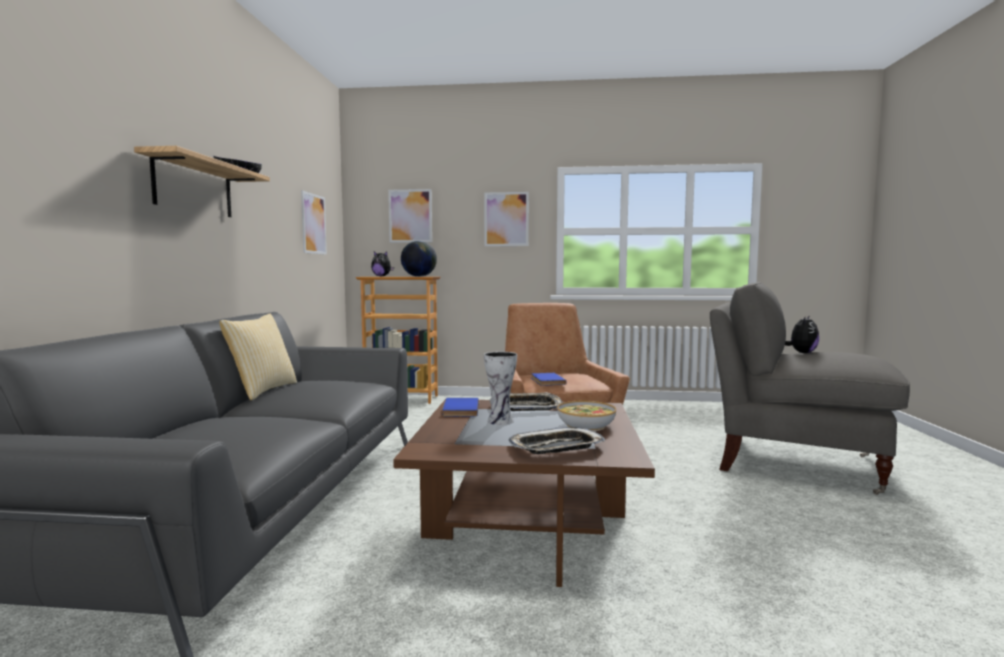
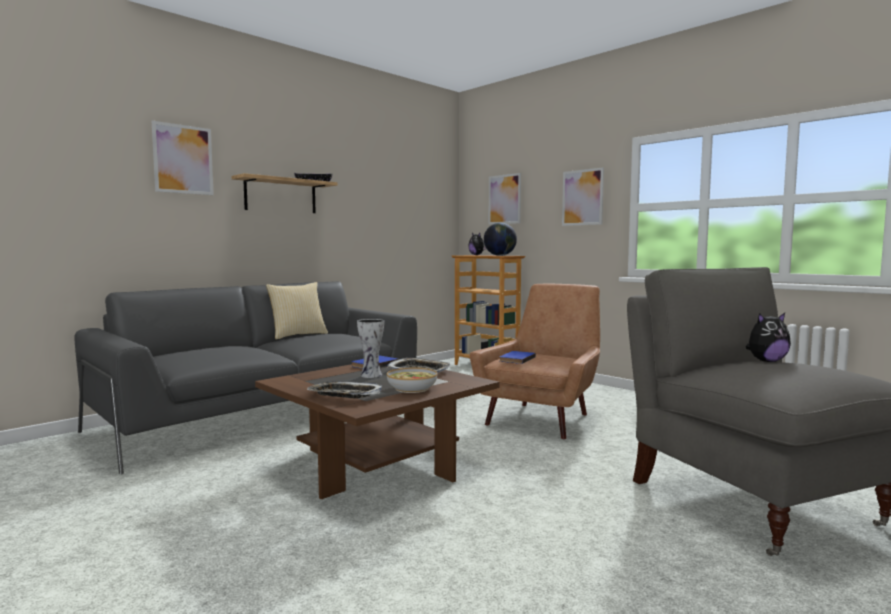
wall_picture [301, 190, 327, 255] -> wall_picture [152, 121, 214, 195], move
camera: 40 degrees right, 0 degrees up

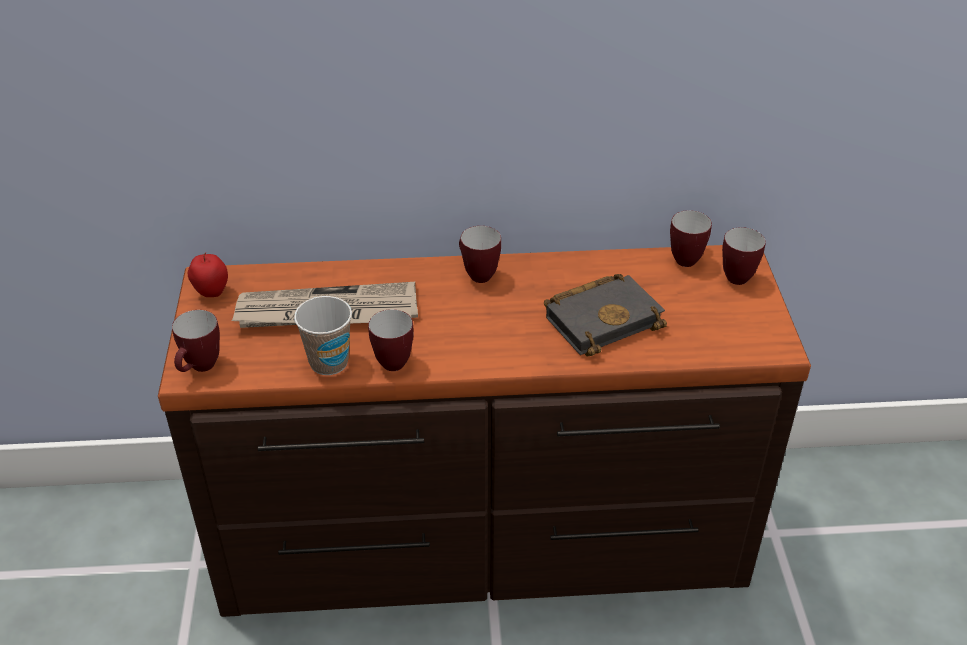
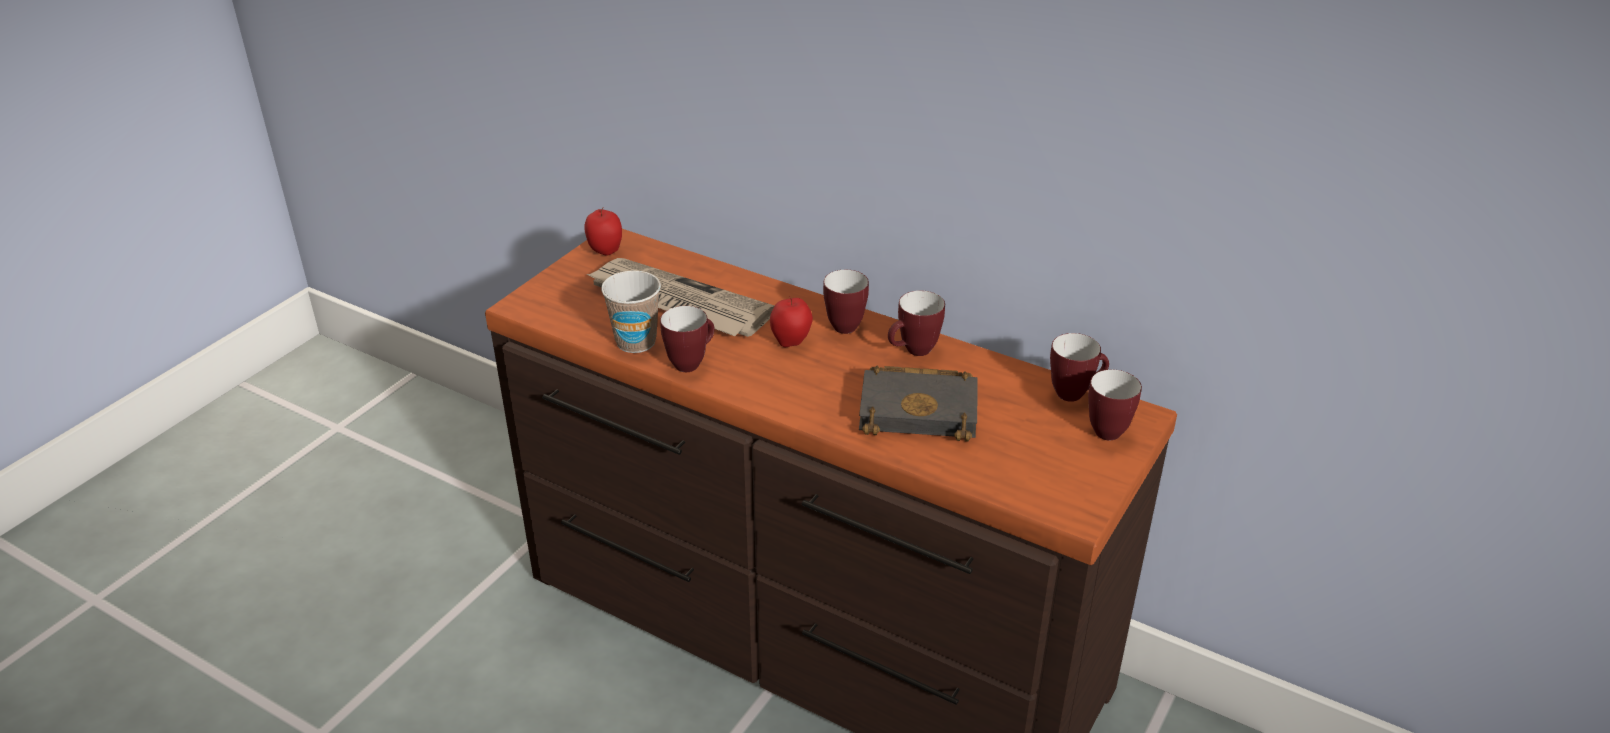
none -> whole_apple [770, 297, 813, 347]
coffee_mug [172, 310, 220, 372] -> coffee_mug [888, 290, 945, 356], move
camera: 35 degrees right, 5 degrees down

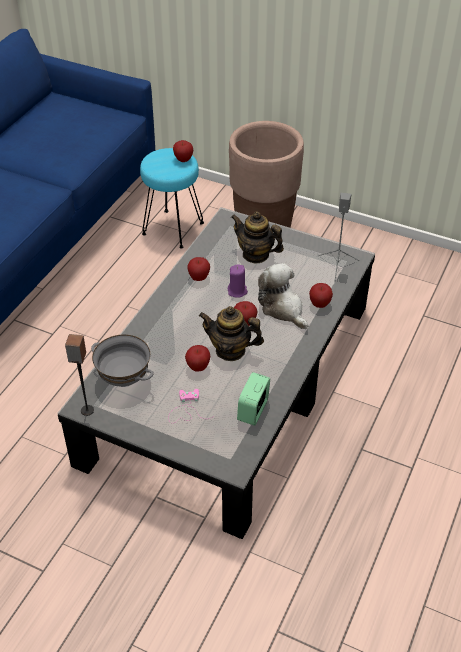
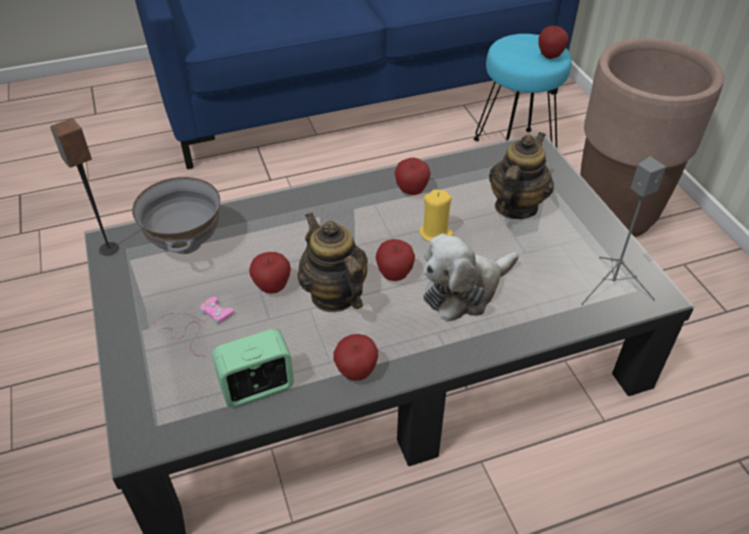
whole_apple [309, 283, 333, 308] -> whole_apple [333, 334, 378, 381], move
purple-coloured_wax_light [228, 264, 248, 298] -> yellow_wax_light [419, 189, 453, 242]
pot_for_tea [231, 211, 284, 263] -> pot_for_tea [489, 132, 554, 219], 45 degrees clockwise
plush_toy [258, 263, 308, 329] -> plush_toy [423, 234, 519, 321], 135 degrees counterclockwise
camera: 45 degrees right, 0 degrees up

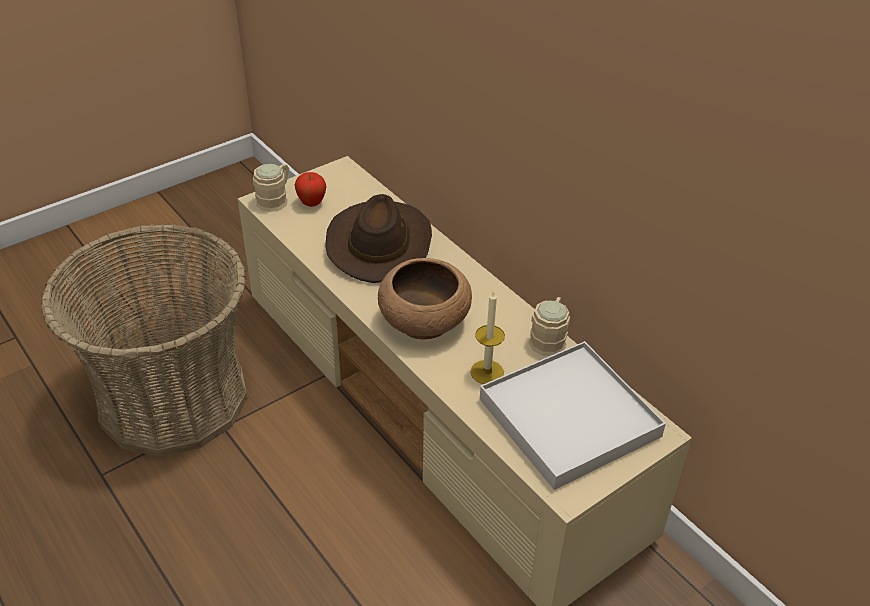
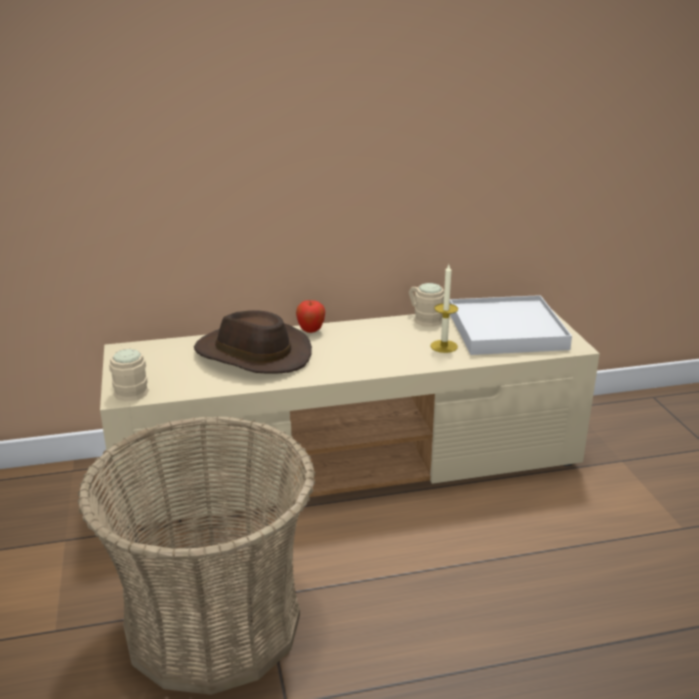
brown_serving_bowl [378, 258, 472, 340] -> none
whole_apple [295, 172, 326, 207] -> whole_apple [296, 300, 325, 333], move
camera: 65 degrees left, 15 degrees down

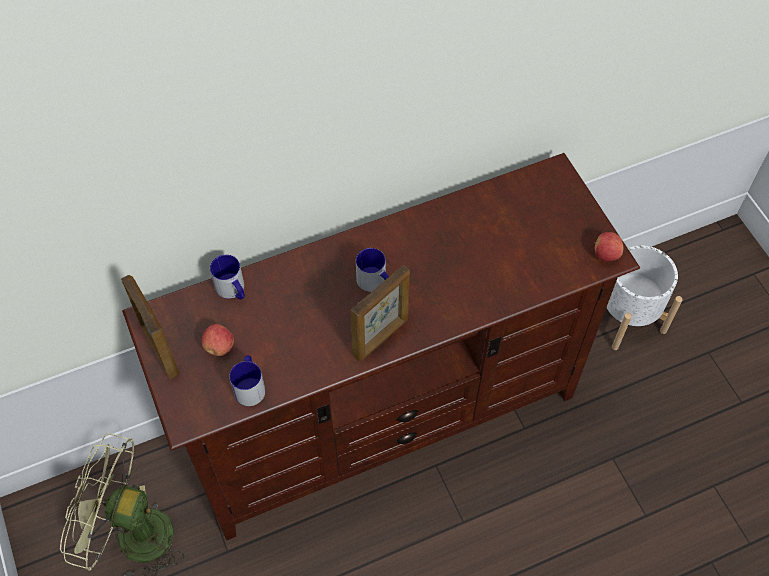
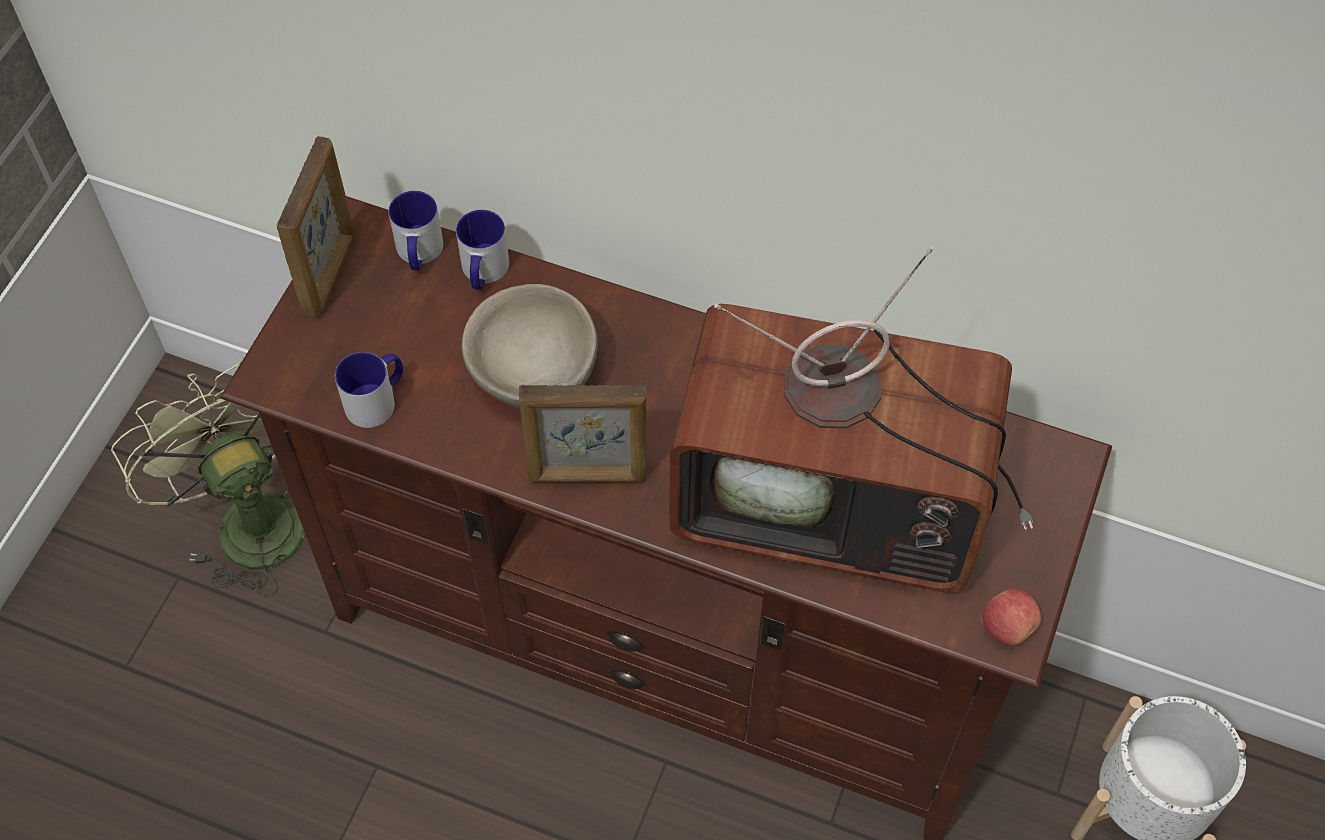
whole_apple [201, 324, 234, 356] -> none
none -> beige_serving_bowl [462, 284, 598, 408]
none -> TV [669, 246, 1034, 593]
coffee_mug [356, 248, 389, 292] -> coffee_mug [388, 191, 444, 270], move
camera: 45 degrees right, 0 degrees up

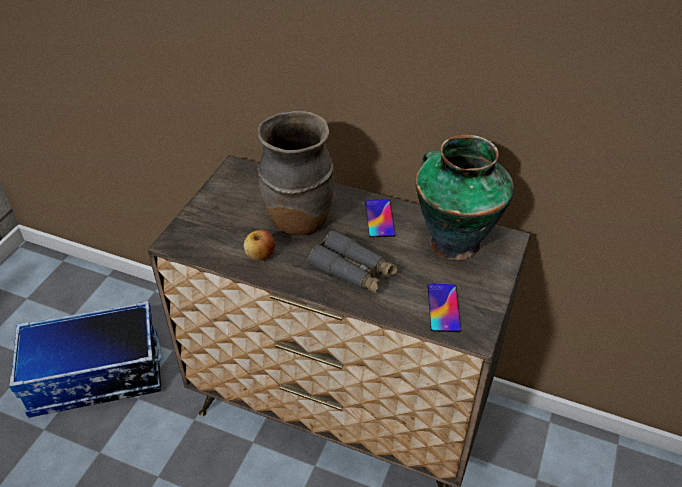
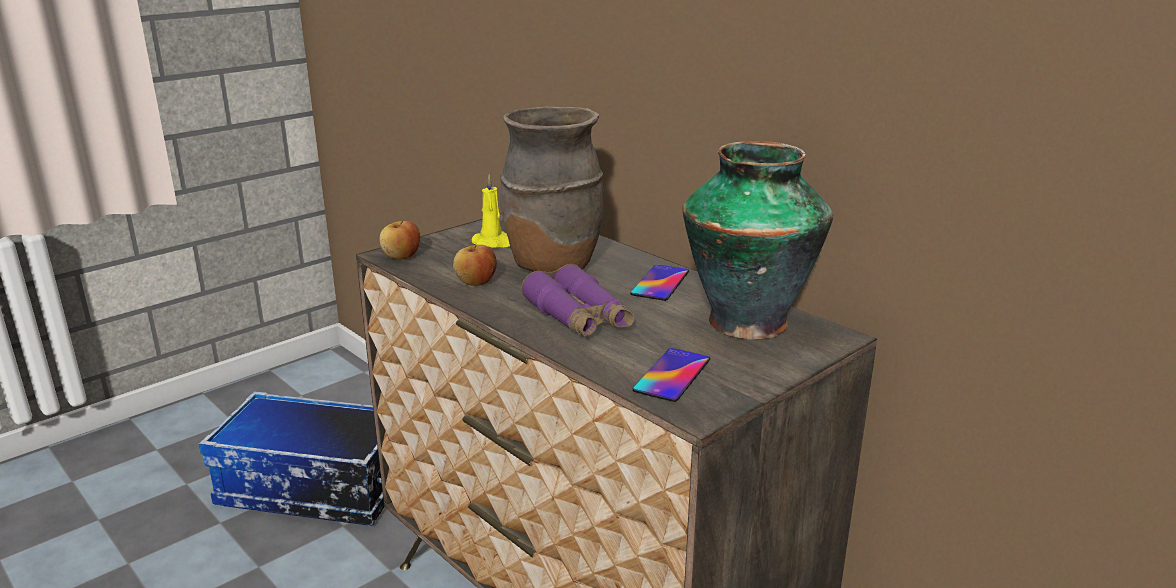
none -> whole_apple [380, 221, 420, 259]
none -> yellow_wax_light [472, 174, 510, 248]
grey_binoculars [308, 230, 398, 294] -> purple-coloured_binoculars [521, 264, 634, 337]
camera: 25 degrees right, 20 degrees down

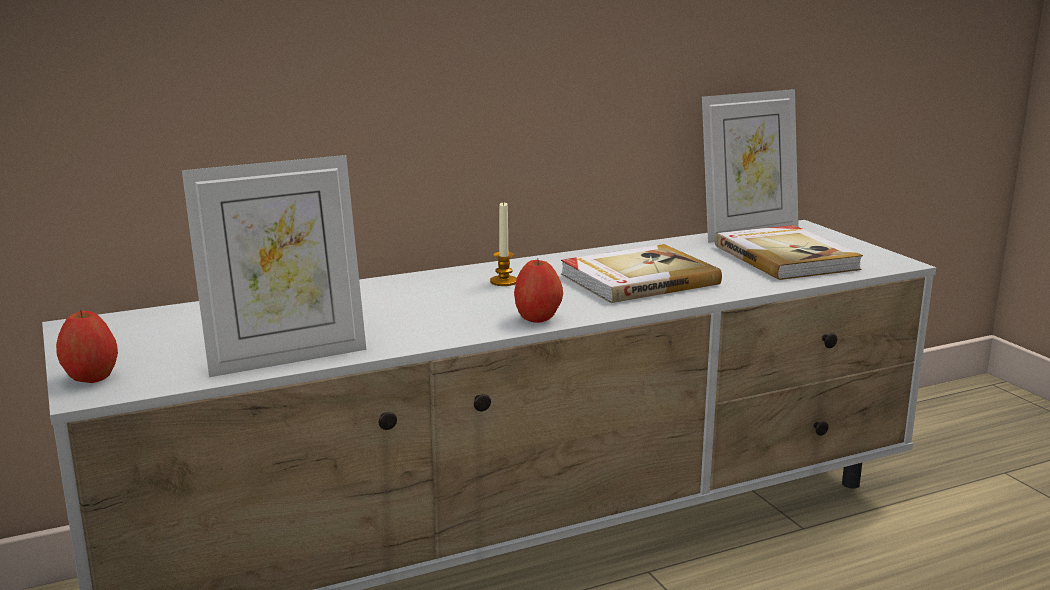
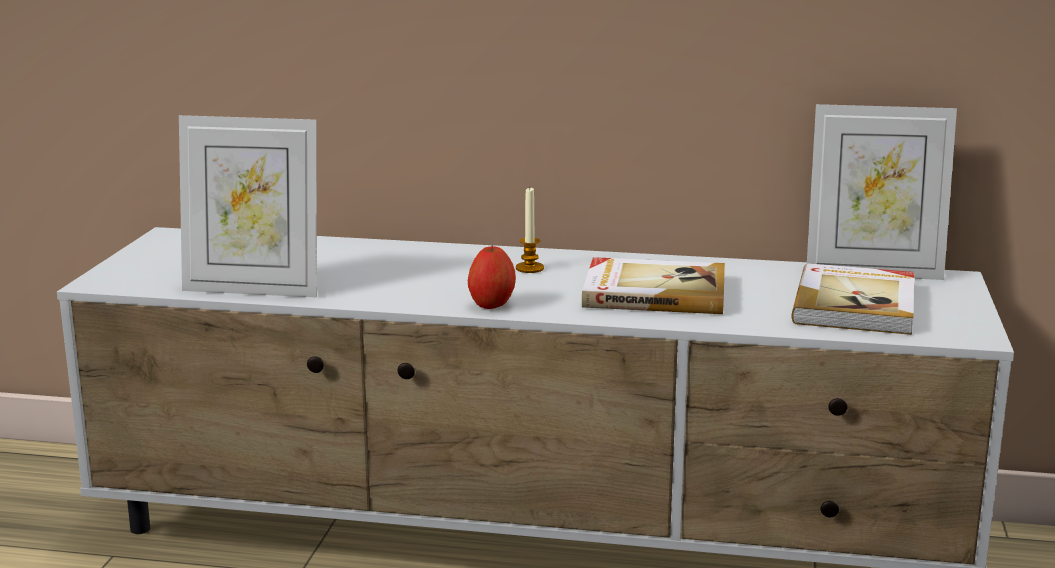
whole_apple [56, 310, 118, 383] -> none
camera: 35 degrees right, 0 degrees up

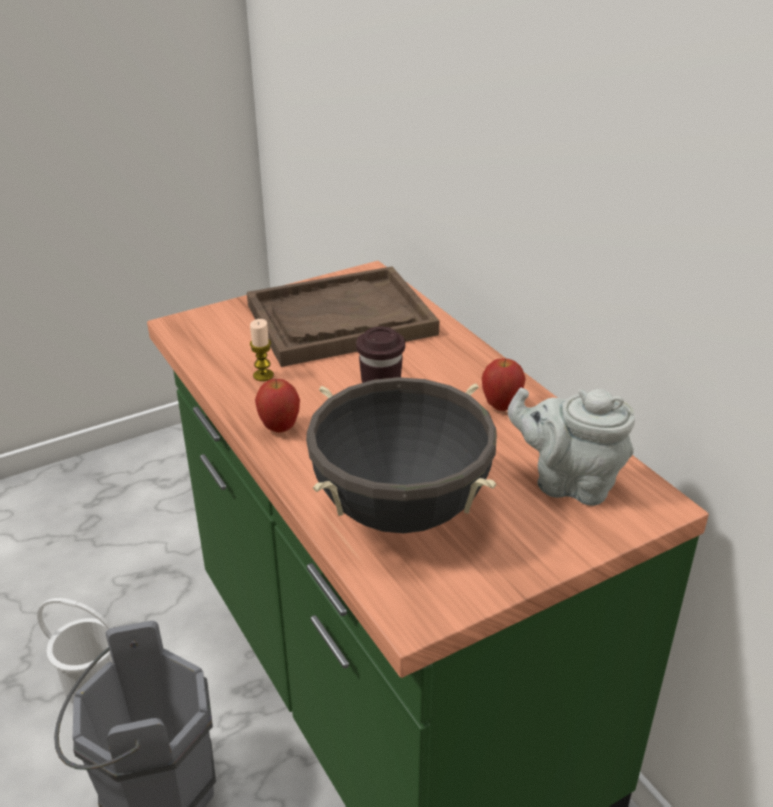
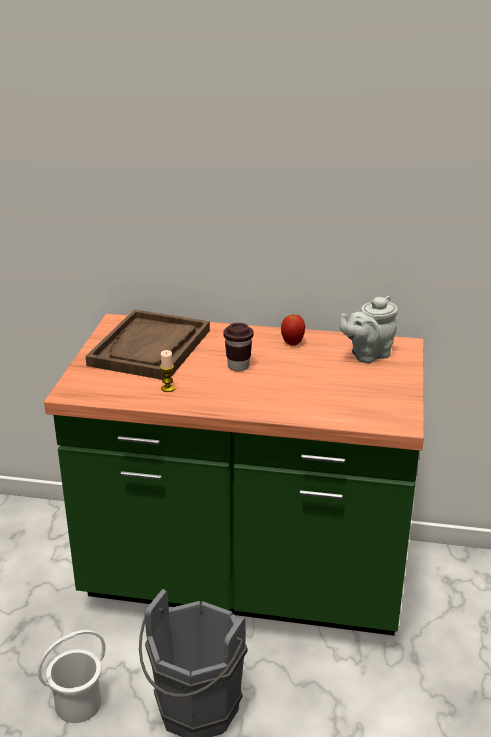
whole_apple [255, 379, 300, 433] -> none
blackish_stockpot [306, 377, 497, 533] -> none
camera: 50 degrees left, 5 degrees down

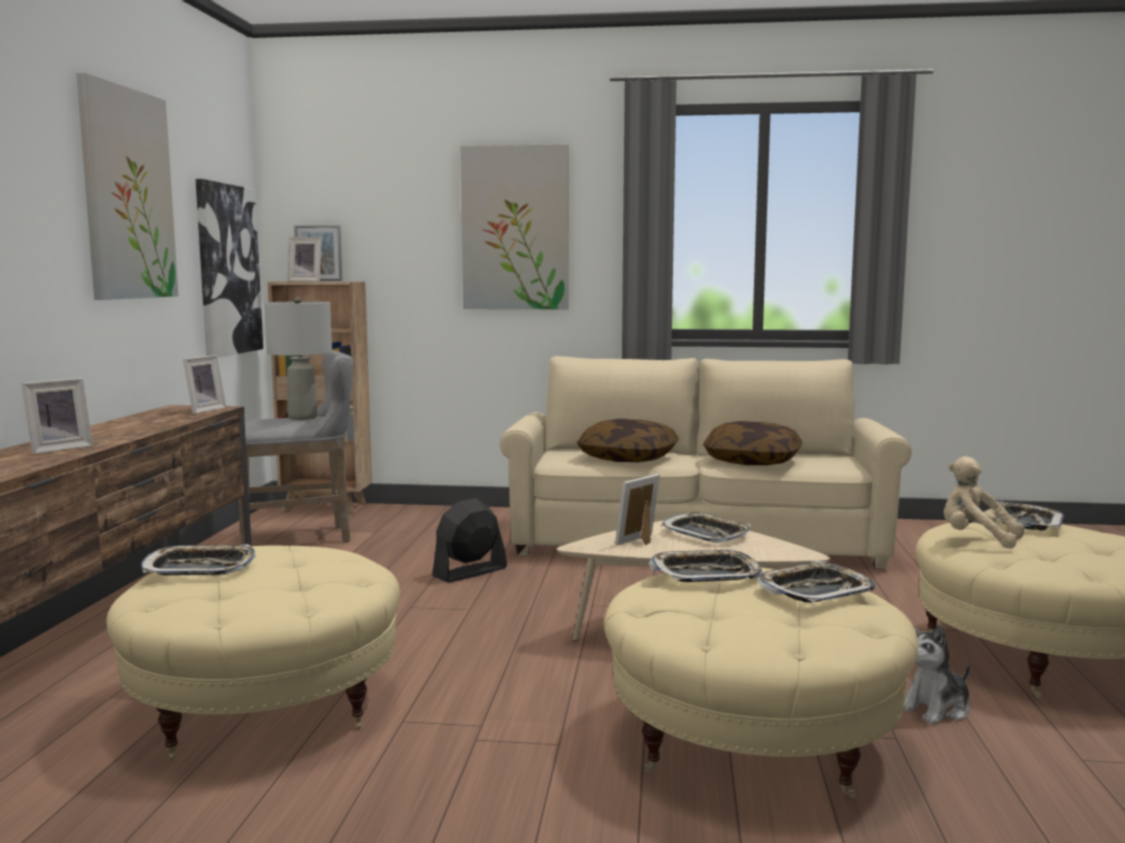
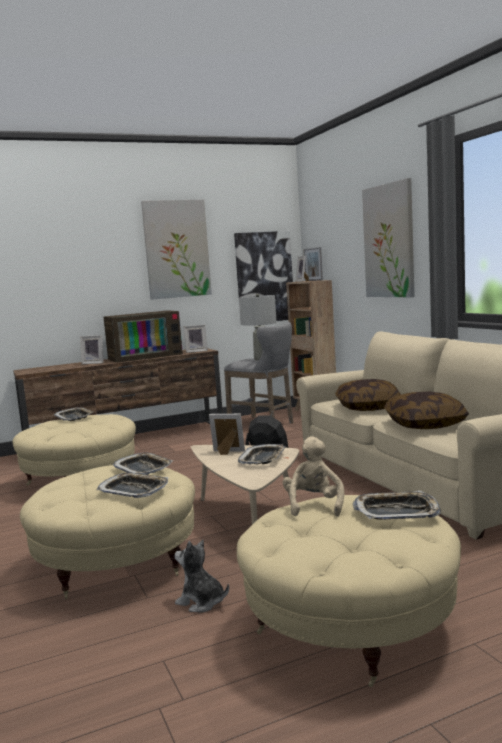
none -> TV [104, 310, 183, 363]
camera: 60 degrees right, 0 degrees up

